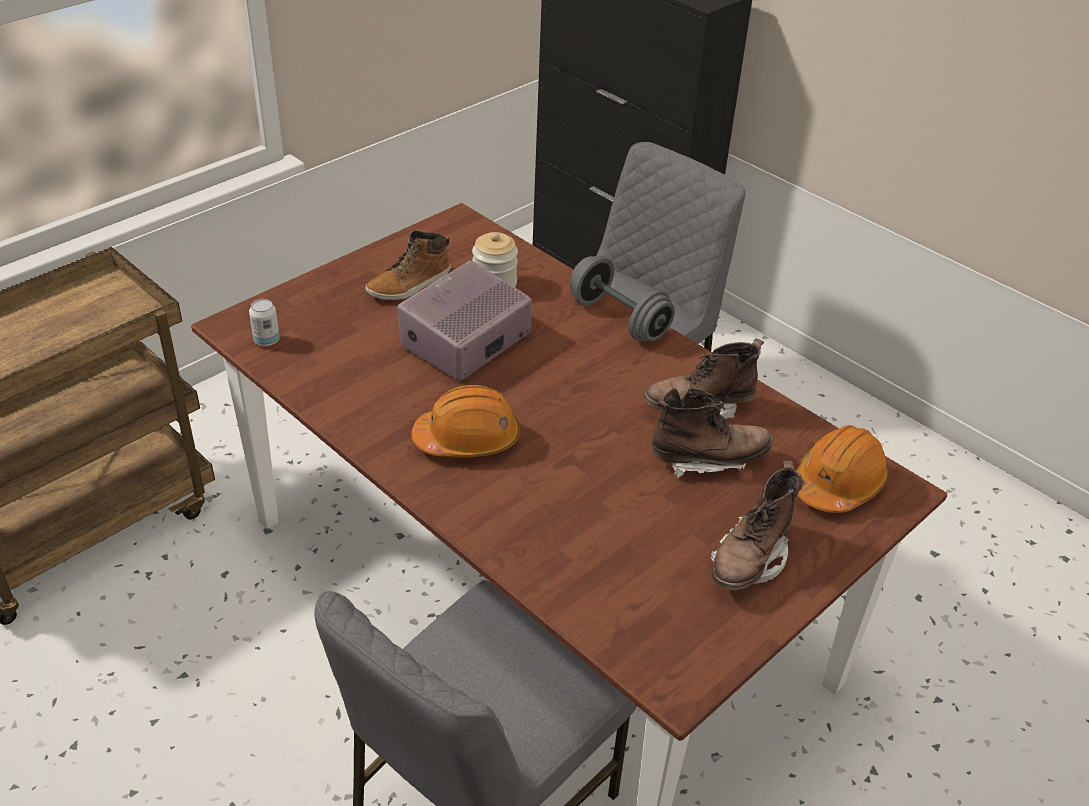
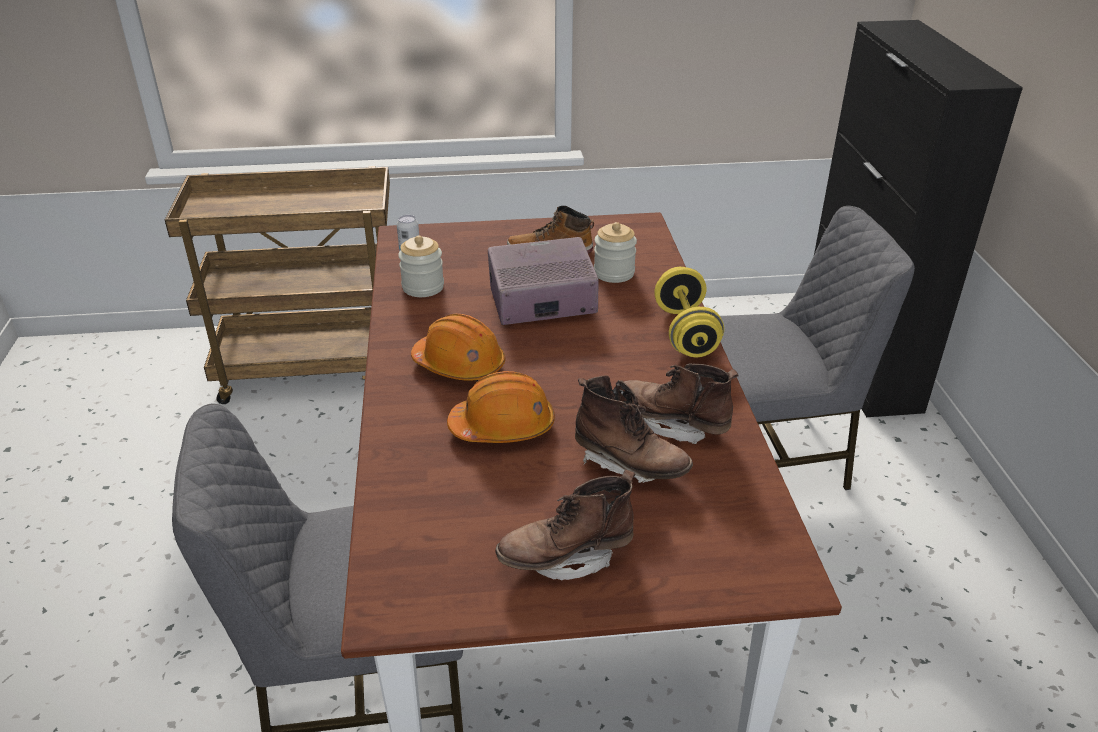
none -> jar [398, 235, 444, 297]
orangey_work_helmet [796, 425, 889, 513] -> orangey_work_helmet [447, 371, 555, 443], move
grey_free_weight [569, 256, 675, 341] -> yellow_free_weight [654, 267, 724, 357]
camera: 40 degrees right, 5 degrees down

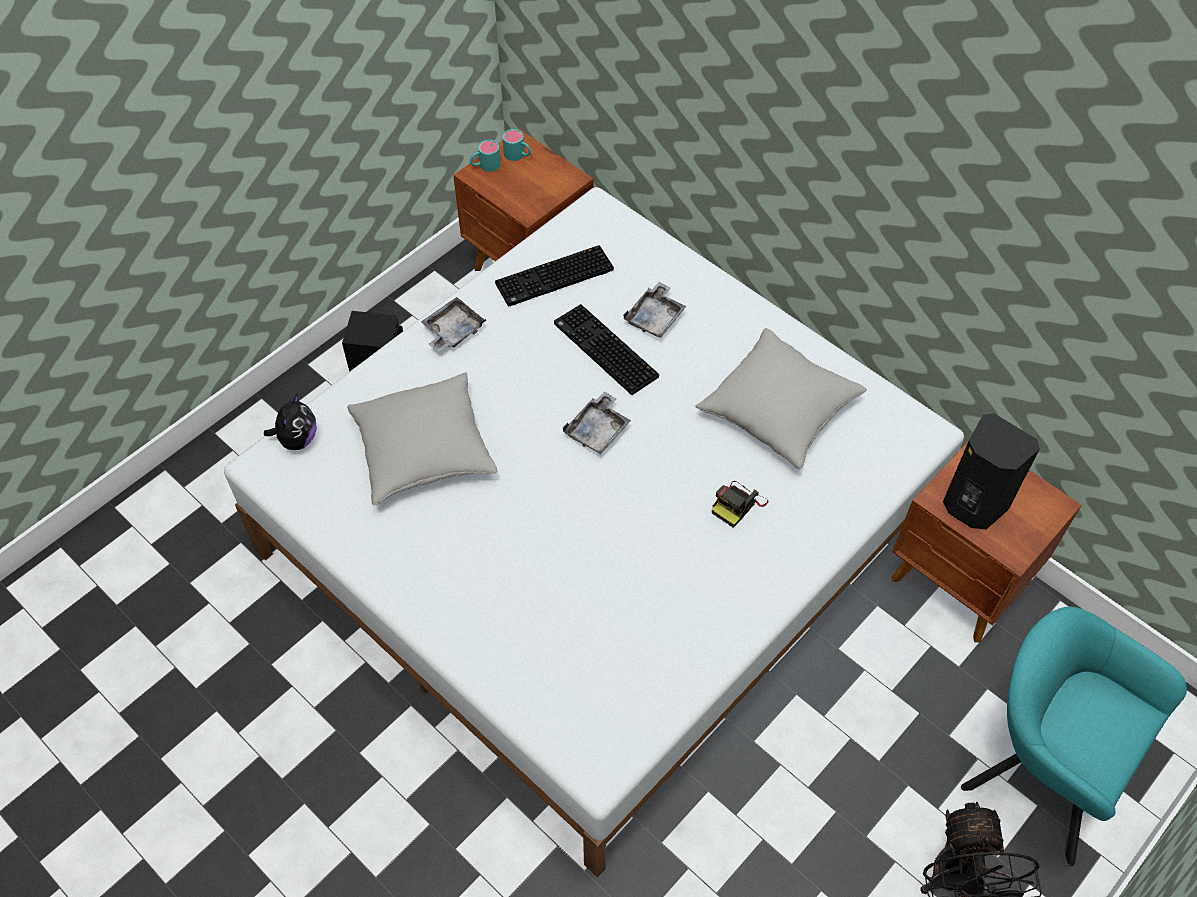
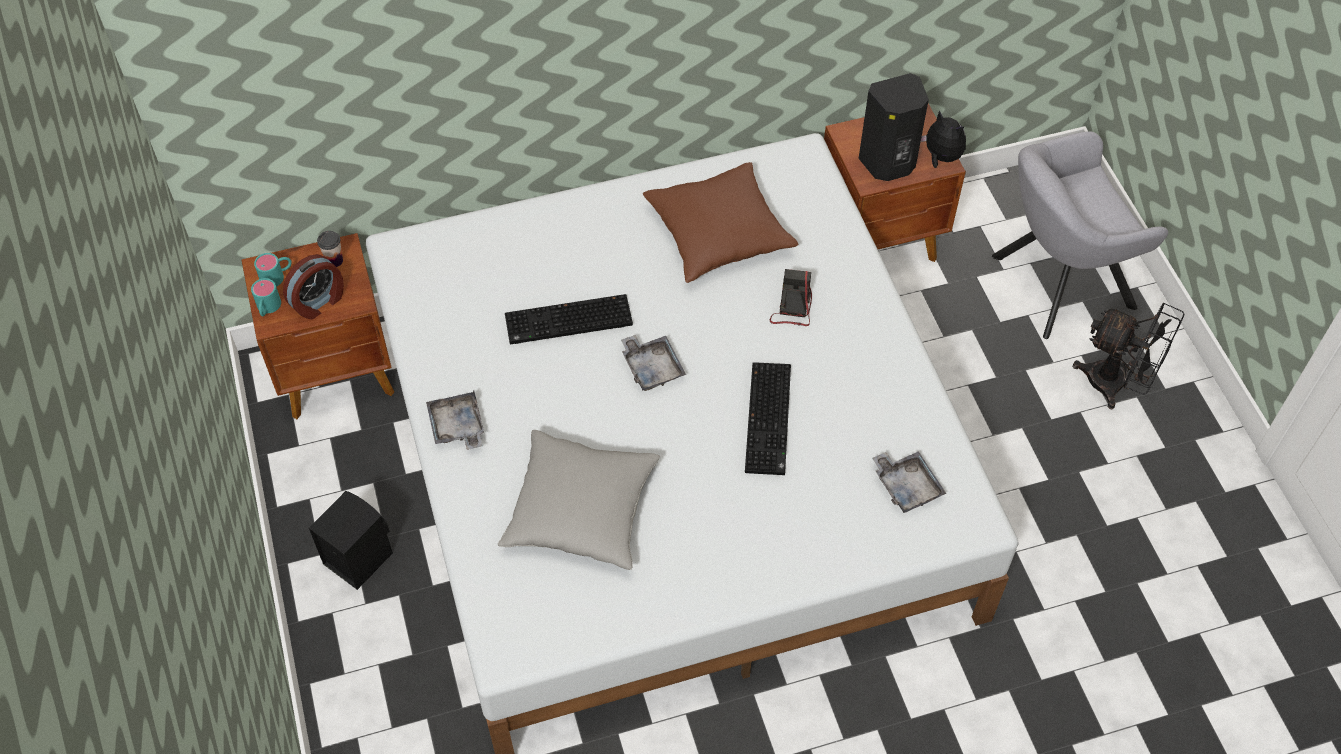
none -> table_clock [283, 254, 344, 319]
none -> small_cup [317, 231, 343, 267]
plush_toy [264, 394, 316, 450] -> plush_toy [921, 110, 966, 168], move
computer_keyboard [495, 245, 614, 307] -> computer_keyboard [745, 362, 791, 475], move
grey_serving_tray [623, 282, 686, 338] -> grey_serving_tray [872, 451, 946, 513], move
grey_cushion [695, 328, 867, 470] -> brown_cushion [643, 162, 798, 283]
turquoise-coloured_armchair [961, 607, 1187, 866] -> grey_armchair [992, 131, 1168, 339]
photo_camera [712, 481, 768, 528] -> photo_camera [770, 269, 812, 326], 150 degrees counterclockwise
camera: 60 degrees left, 0 degrees up

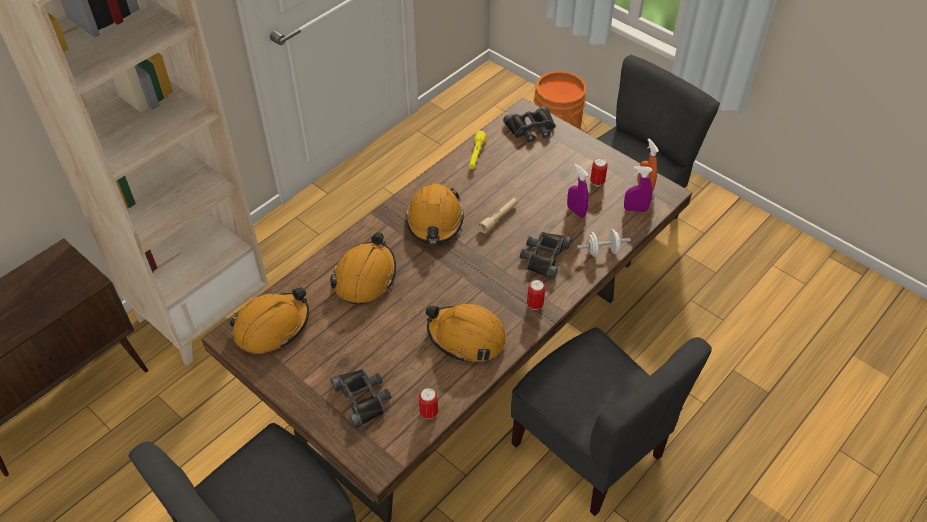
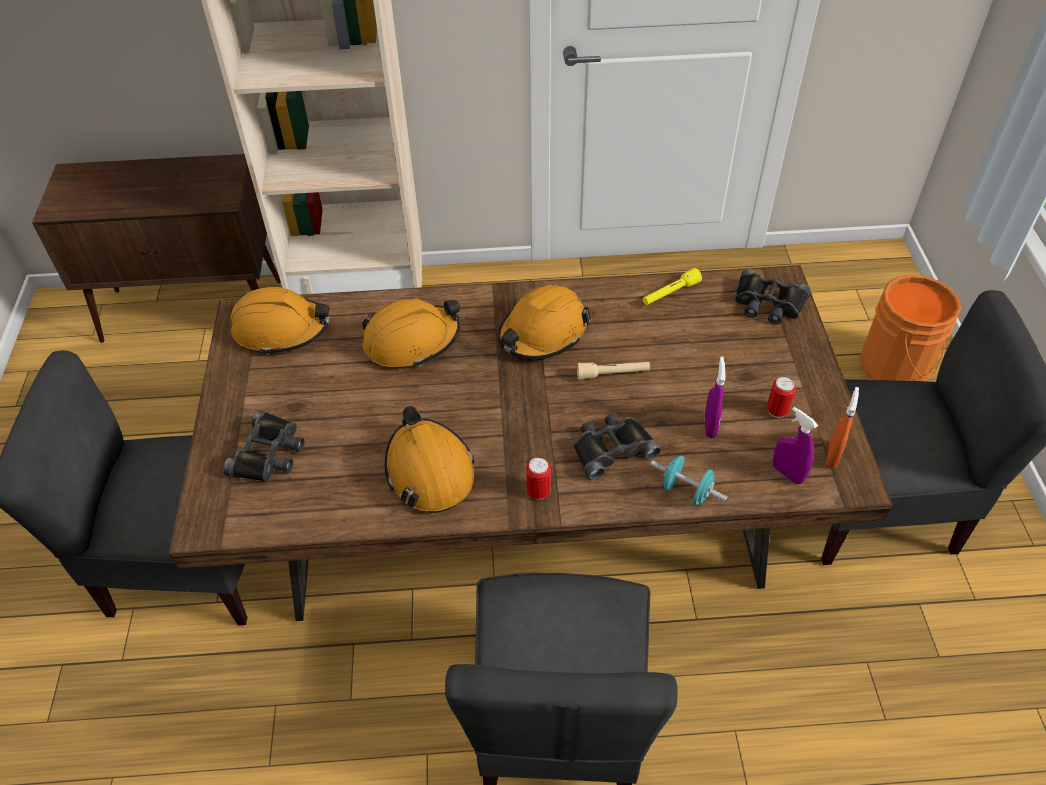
can [419, 388, 438, 419] -> none
white_free_weight [577, 229, 631, 257] -> turquoise-coloured_free_weight [650, 455, 728, 505]
camera: 45 degrees right, 0 degrees up

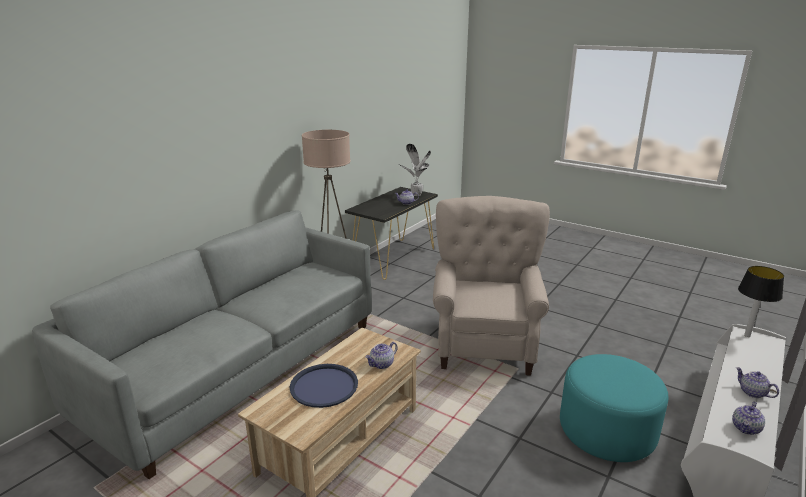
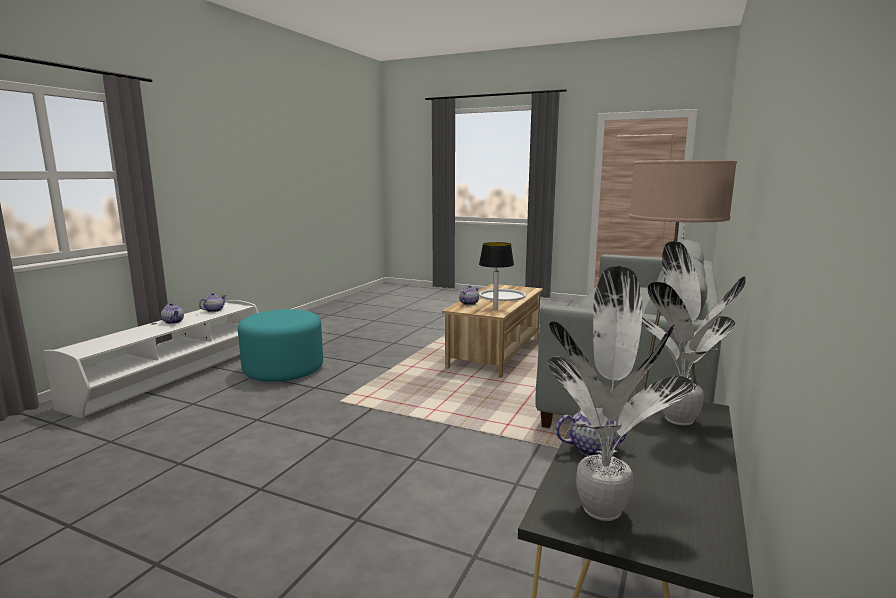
beige_armchair [433, 196, 550, 376] -> none
none -> houseplant [642, 241, 746, 426]
table_lamp [738, 266, 784, 337] -> table_lamp [479, 242, 514, 310], move
bluish_serving_tray [290, 364, 358, 408] -> white_serving_tray [479, 289, 526, 301]
camera: 170 degrees right, 10 degrees down

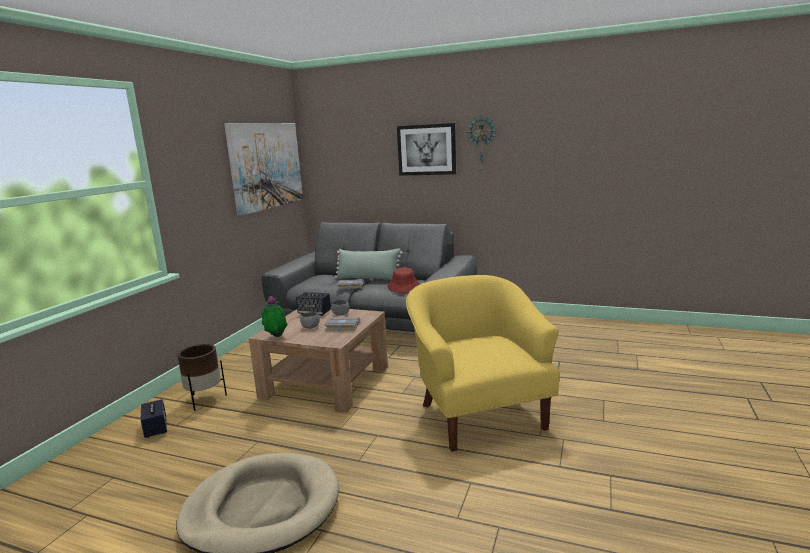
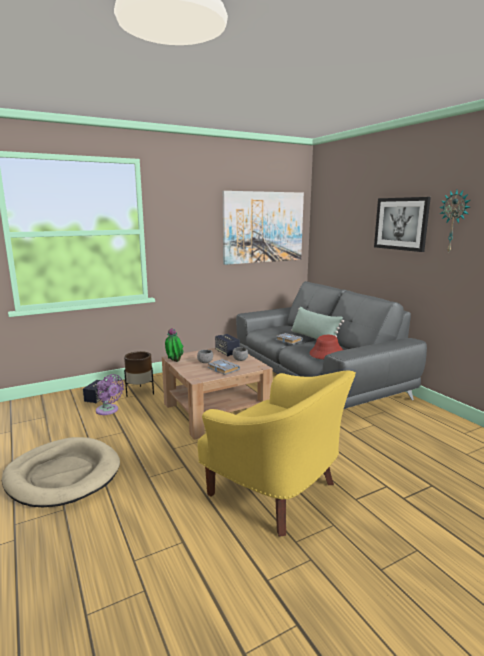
none -> purple-coloured_fan [96, 374, 124, 415]
yellow_armchair [406, 275, 560, 451] -> yellow_armchair [197, 371, 356, 537], 105 degrees clockwise
camera: 40 degrees right, 0 degrees up

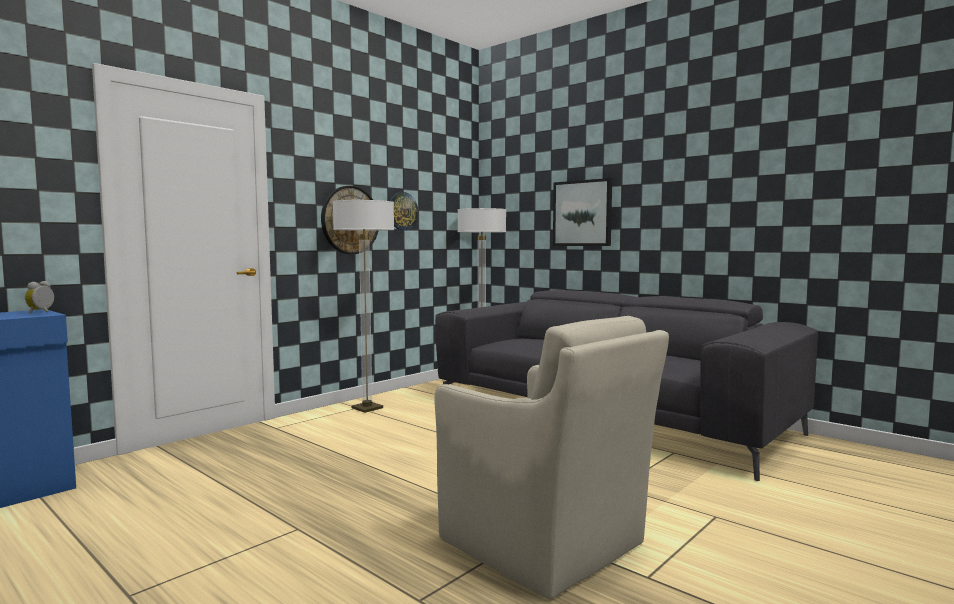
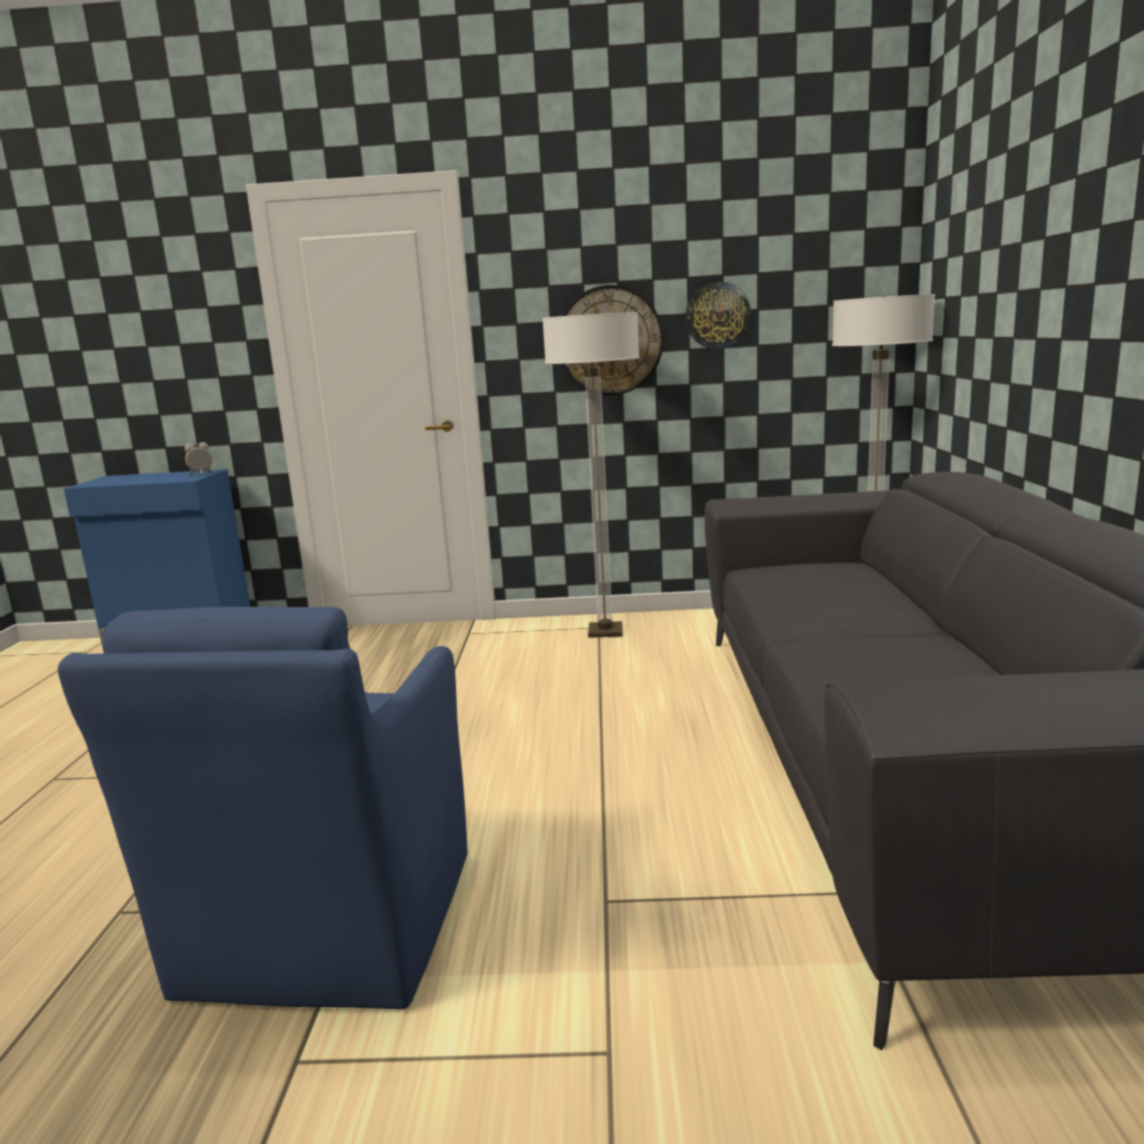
wall_picture [553, 178, 612, 246] -> none
beige_armchair [434, 316, 669, 599] -> bluish_armchair [58, 607, 467, 1009]
camera: 50 degrees right, 10 degrees up

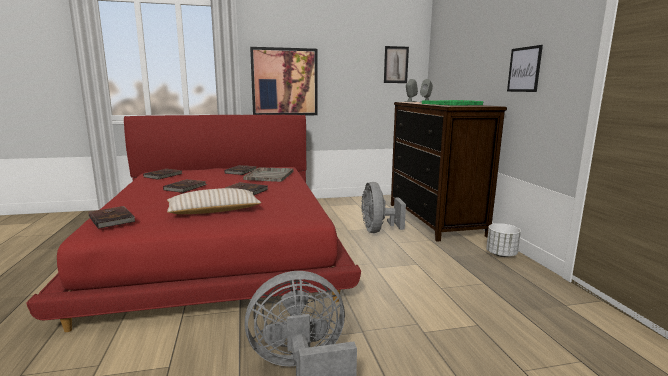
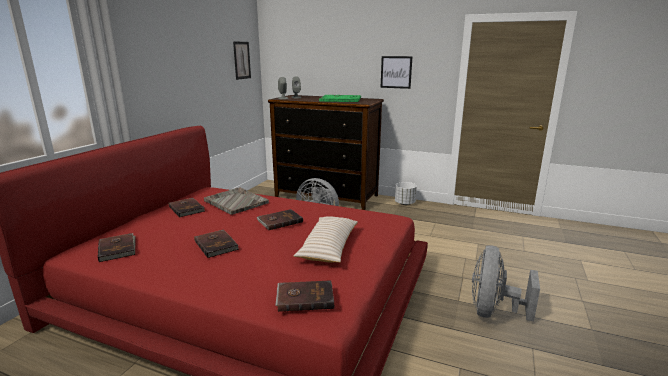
wall_picture [250, 47, 318, 115] -> none
camera: 55 degrees left, 5 degrees up

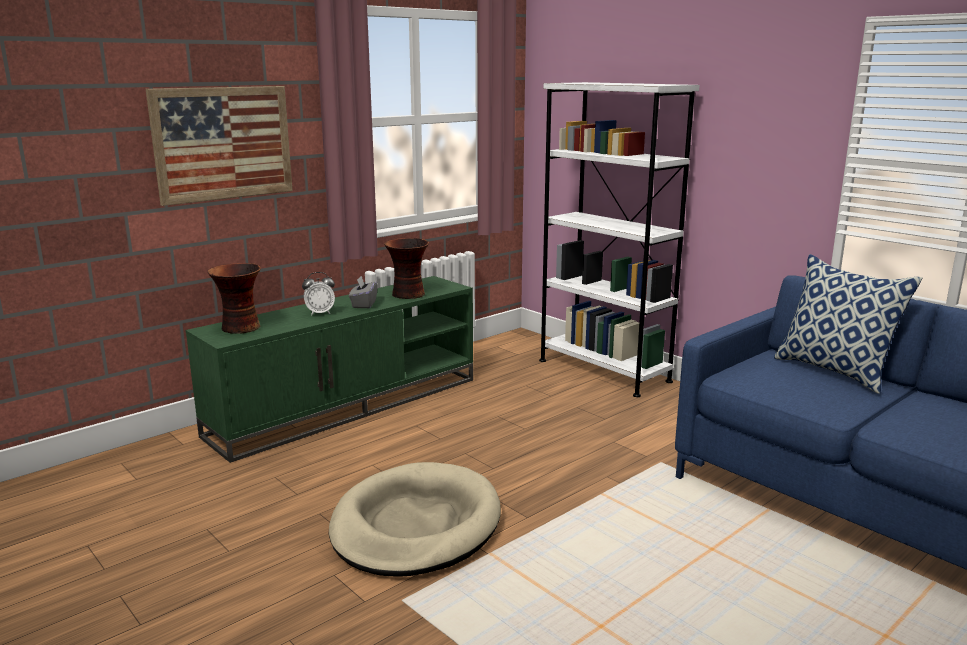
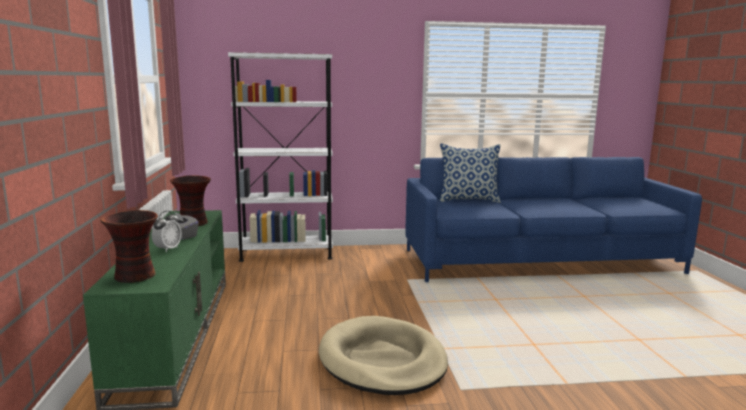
wall_picture [146, 86, 293, 206] -> none
camera: 55 degrees left, 5 degrees down

